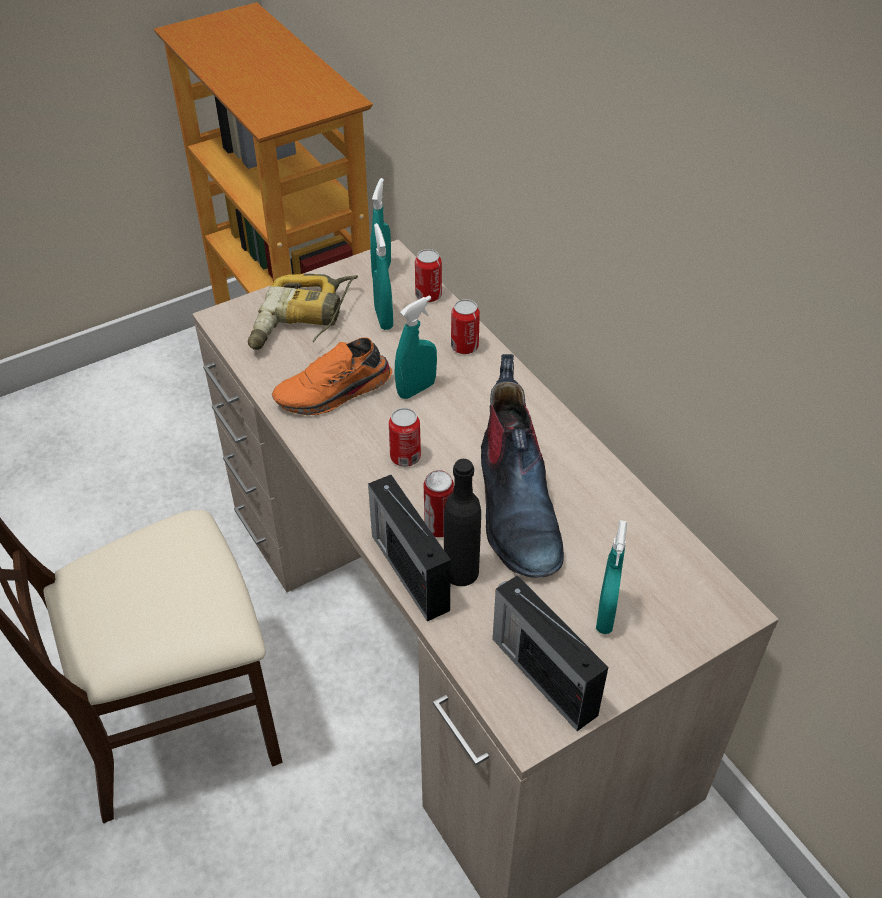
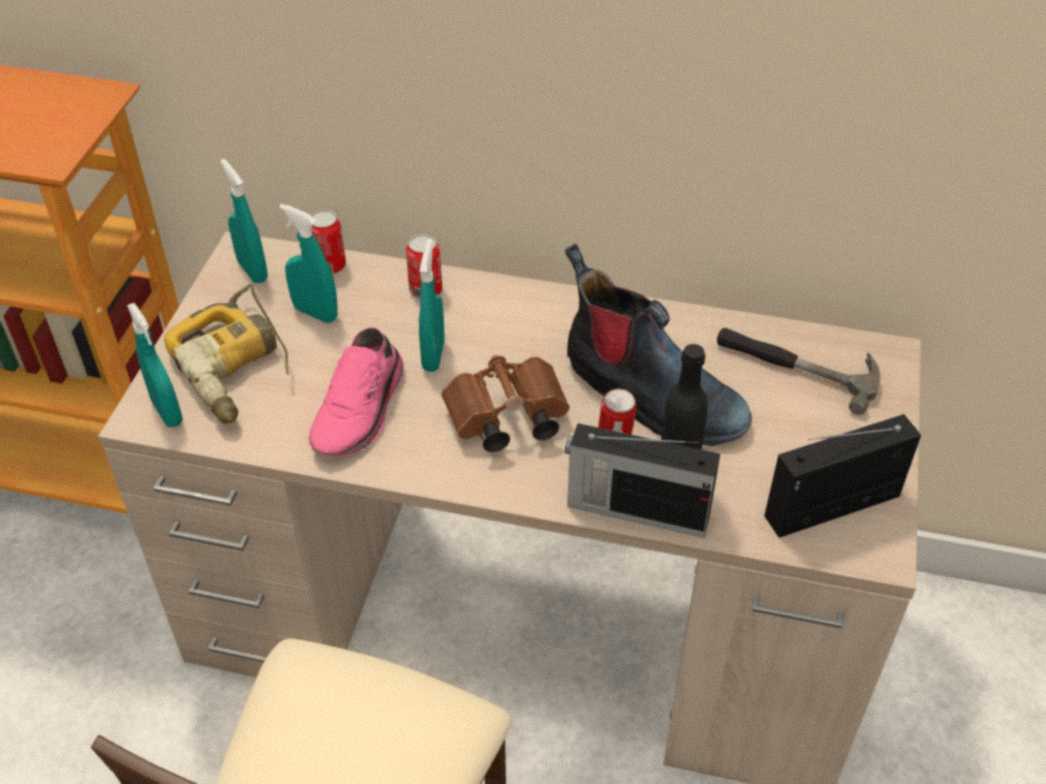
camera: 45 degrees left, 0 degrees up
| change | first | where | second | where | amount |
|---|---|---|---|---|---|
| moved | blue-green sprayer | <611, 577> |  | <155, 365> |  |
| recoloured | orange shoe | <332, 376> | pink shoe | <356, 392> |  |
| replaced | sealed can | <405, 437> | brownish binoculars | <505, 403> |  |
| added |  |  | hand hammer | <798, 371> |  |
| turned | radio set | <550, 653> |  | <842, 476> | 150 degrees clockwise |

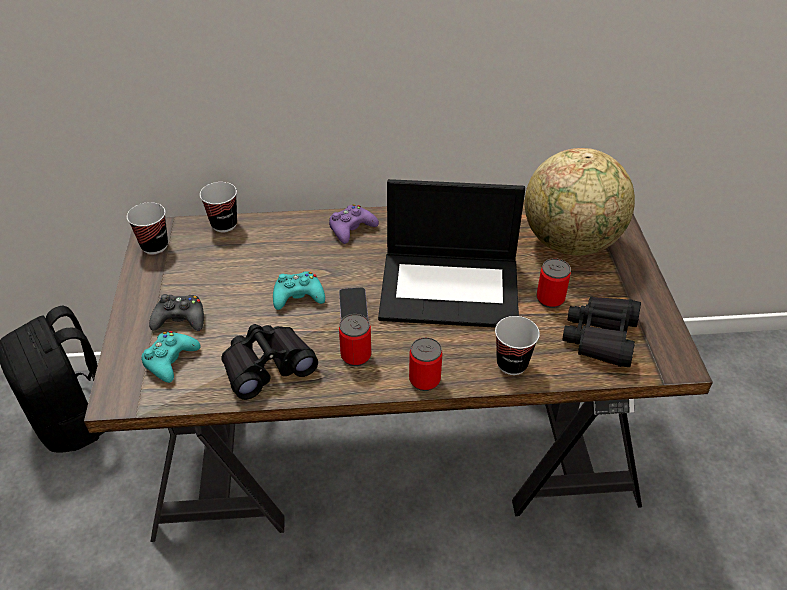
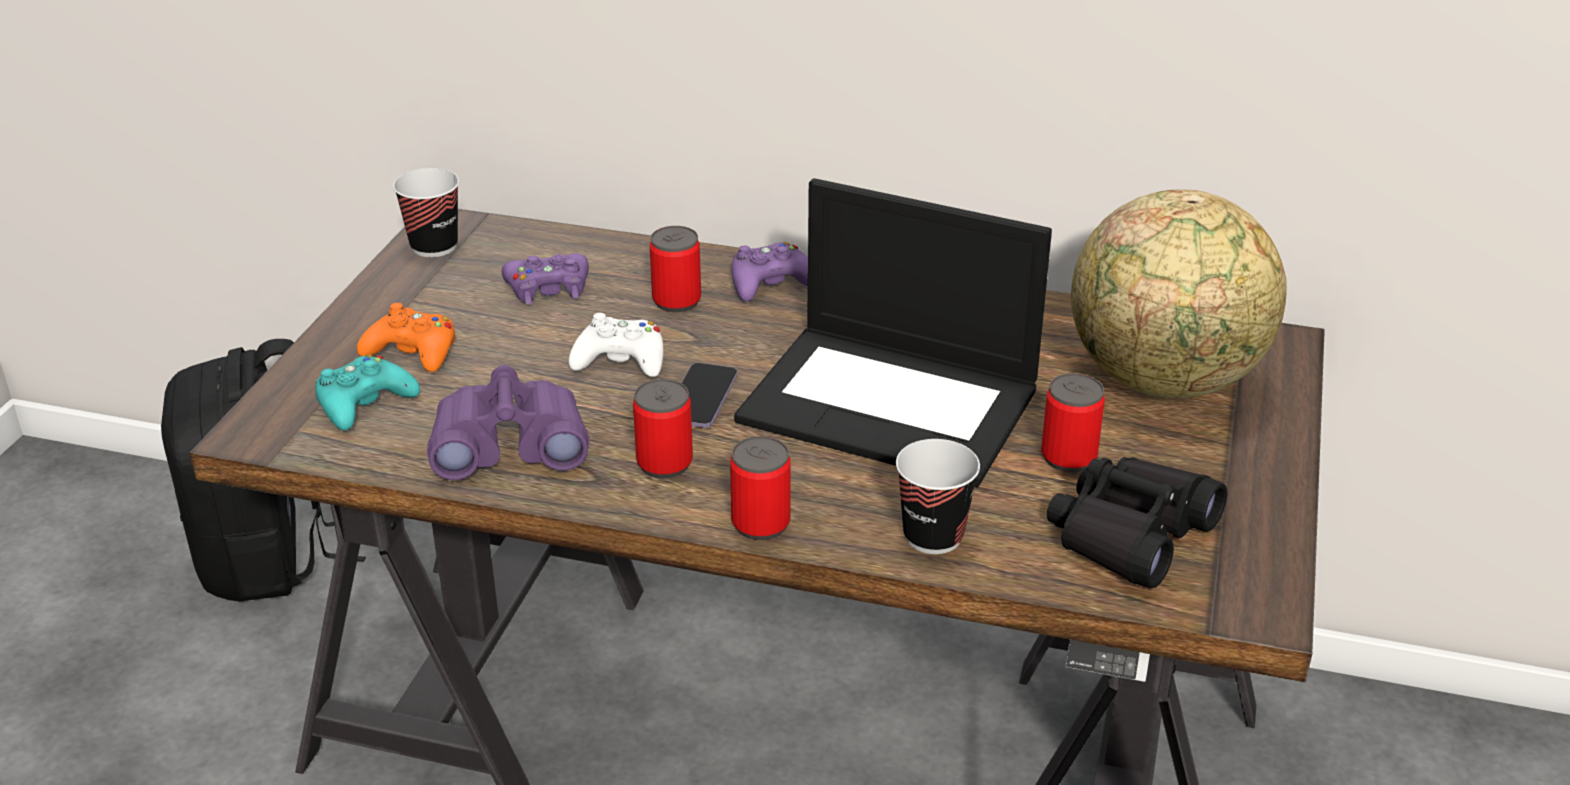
camera: 20 degrees right, 10 degrees down
| change | first | where | second | where | amount |
|---|---|---|---|---|---|
| recoloured | blackish joypad | <176, 312> | orange joypad | <406, 337> |  |
| recoloured | blackish binoculars | <270, 362> | purple binoculars | <508, 422> |  |
| added |  |  | purple joypad | <545, 279> |  |
| recoloured | blue-green joypad | <299, 290> | whitish joypad | <616, 345> |  |
| added |  |  | sealed can | <675, 269> |  |
| removed | cup | <218, 207> |  |  |  |

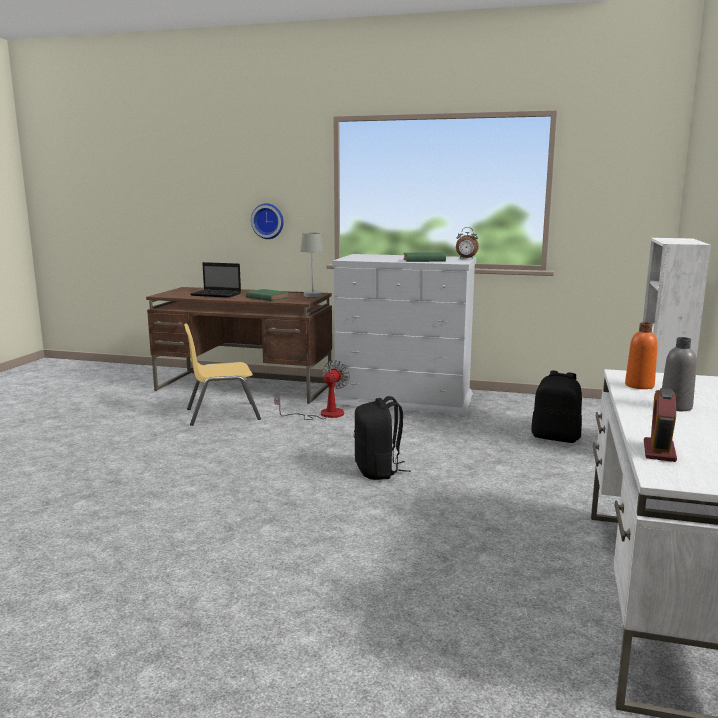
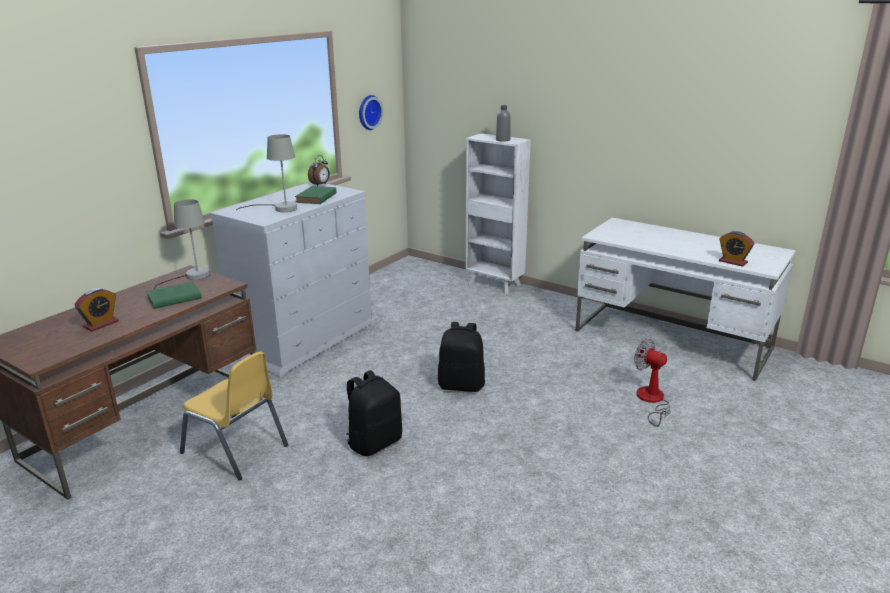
camera: 70 degrees left, 10 degrees up
| change | first | where | second | where | amount |
|---|---|---|---|---|---|
| replaced | laptop | <215, 280> | table clock | <96, 310> |  |
| turned | yellowish upright chair | <222, 374> |  | <234, 416> | 60 degrees counterclockwise |
| added |  |  | grey table lamp | <266, 173> |  |
| moved | blackish rucksack | <556, 407> |  | <374, 413> |  |
| moved | hanging clock | <267, 221> |  | <371, 112> |  |
| moved | grey beverage bottle | <679, 374> |  | <503, 123> |  |
| moved | fan | <312, 390> |  | <652, 383> |  |
| removed | orange beverage bottle | <641, 355> |  |  |  |

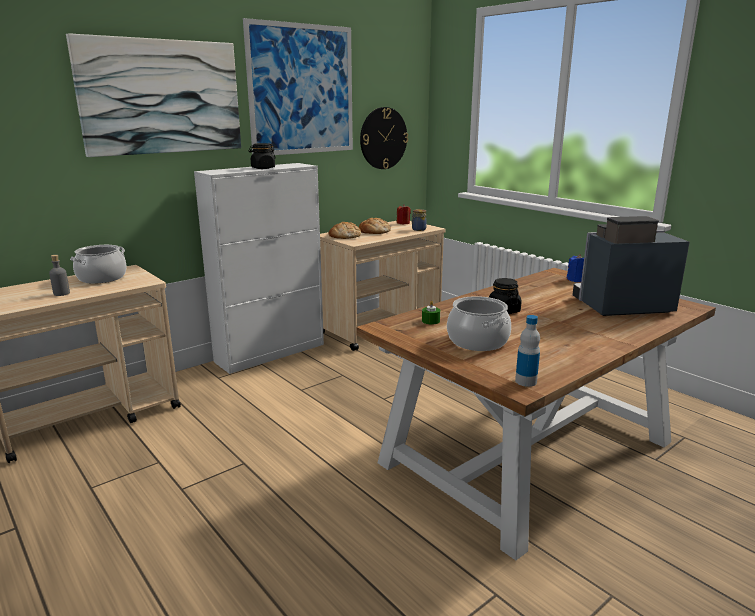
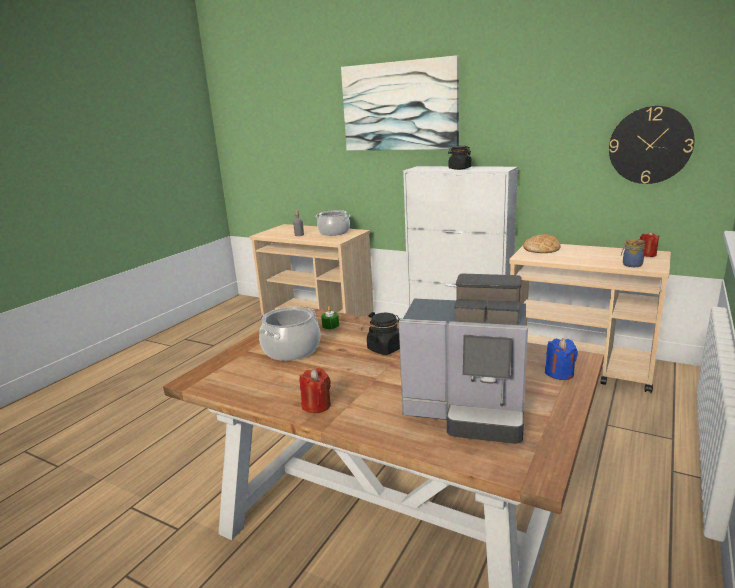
camera: 70 degrees right, 0 degrees up
| change | first | where | second | where | amount |
|---|---|---|---|---|---|
| added |  |  | red-coloured candle | <315, 390> |  |
| turned | coffee brewer | <631, 266> |  | <463, 359> | 135 degrees clockwise |
| removed | picture | <298, 86> |  |  |  |
| removed | baked bread | <375, 226> |  |  |  |
| removed | beverage bottle | <527, 351> |  |  |  |

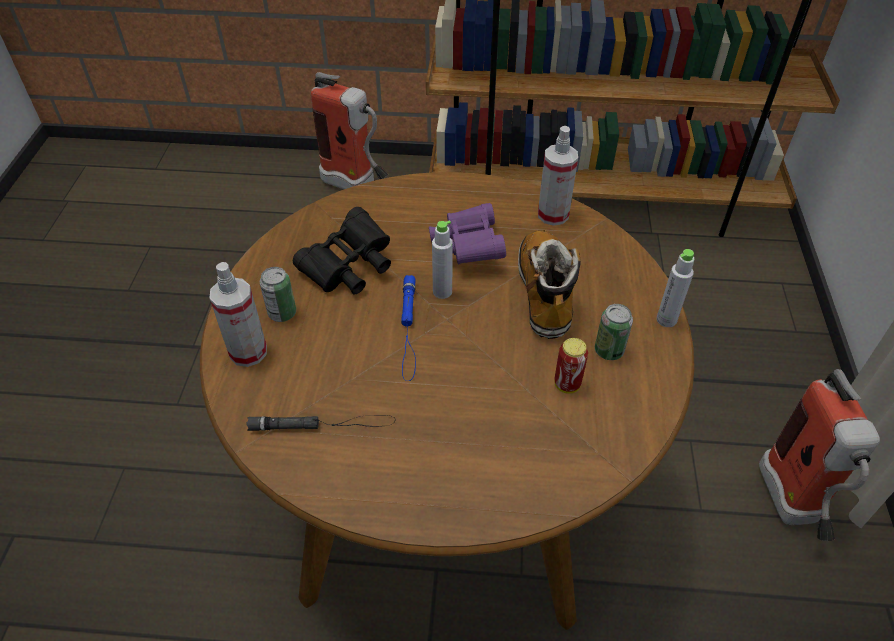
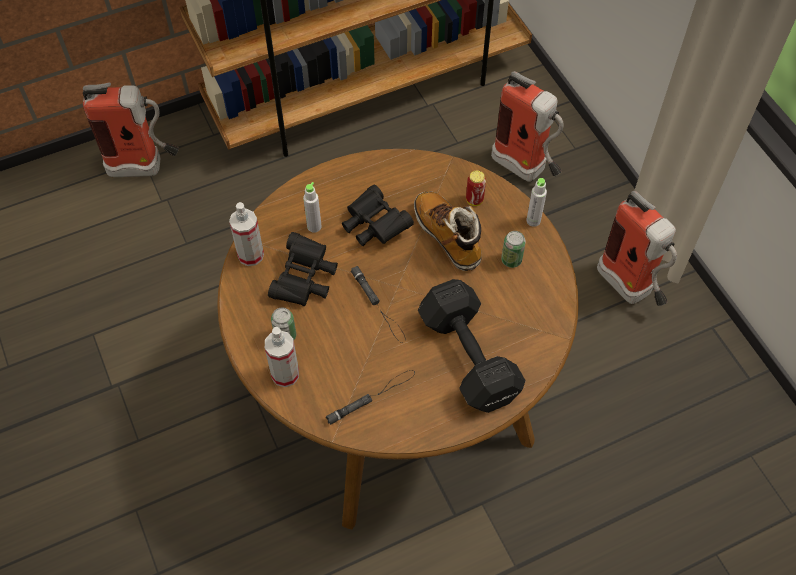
camera: 30 degrees left, 10 degrees up
| change | first | where | second | where | amount |
|---|---|---|---|---|---|
| moved | sprayer | <558, 176> |  | <246, 234> |  |
| moved | grey beverage bottle | <442, 259> |  | <312, 207> |  |
| recoloured | purple binoculars | <467, 233> | blackish binoculars | <378, 215> |  |
| recoloured | blue torch | <408, 328> | blackish torch | <378, 304> |  |
| added |  |  | blackish dumbbell | <472, 346> |  |
| moved | sealed can | <571, 366> |  | <476, 188> |  |
| added |  |  | fire-fighting cylinder | <527, 126> |  |

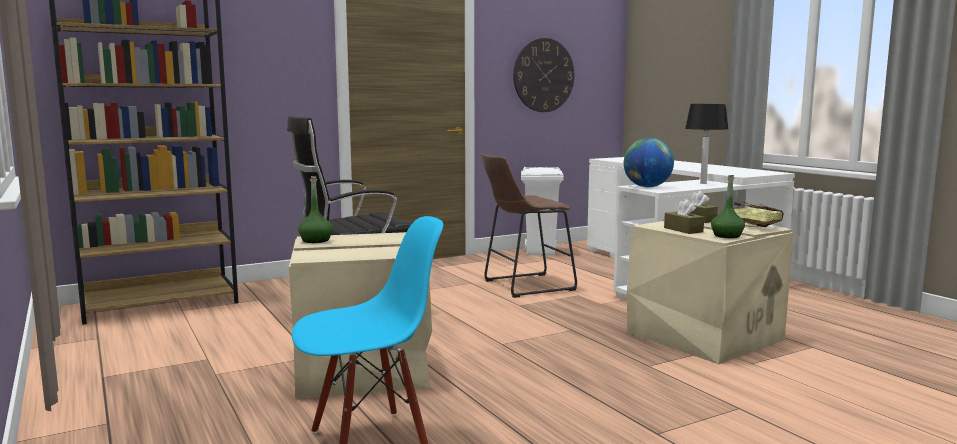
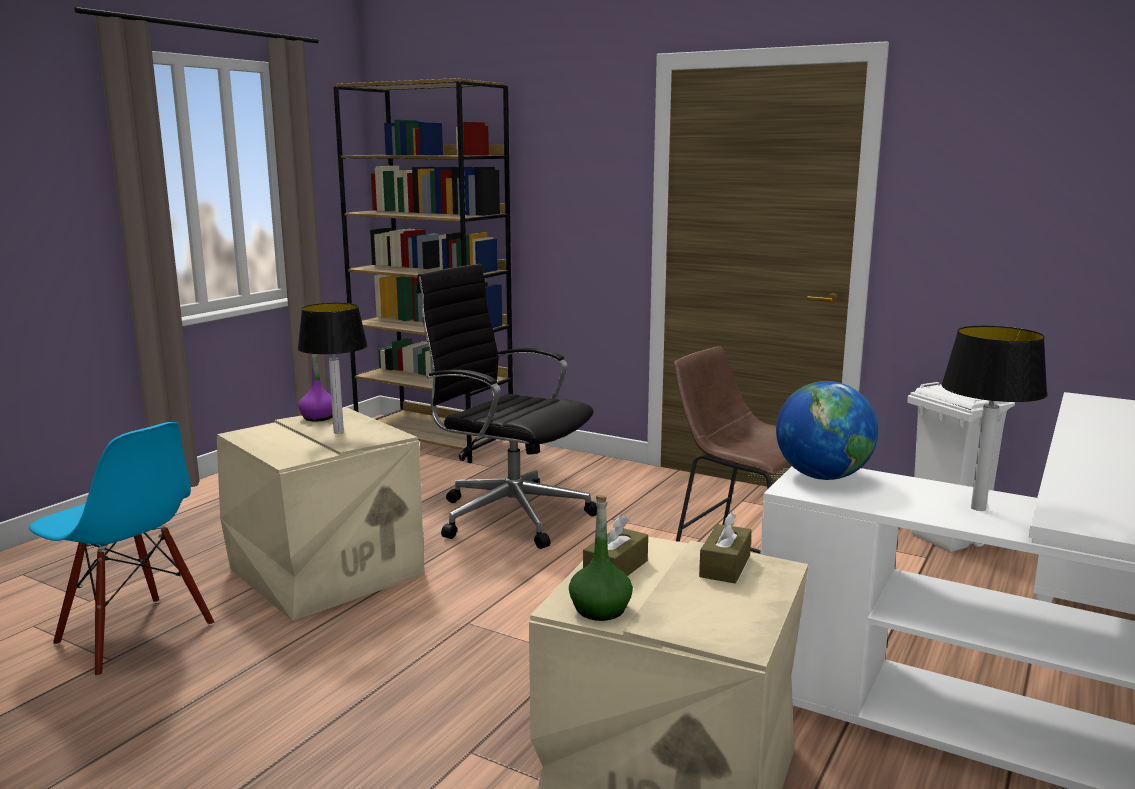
camera: 60 degrees right, 5 degrees up
| change | first | where | second | where | amount |
|---|---|---|---|---|---|
| added |  |  | table lamp | <333, 368> |  |
| recoloured | green beverage bottle | <315, 209> | purple beverage bottle | <315, 387> |  |
| removed | hanging clock | <543, 75> |  |  |  |
| removed | bound book | <759, 214> |  |  |  |

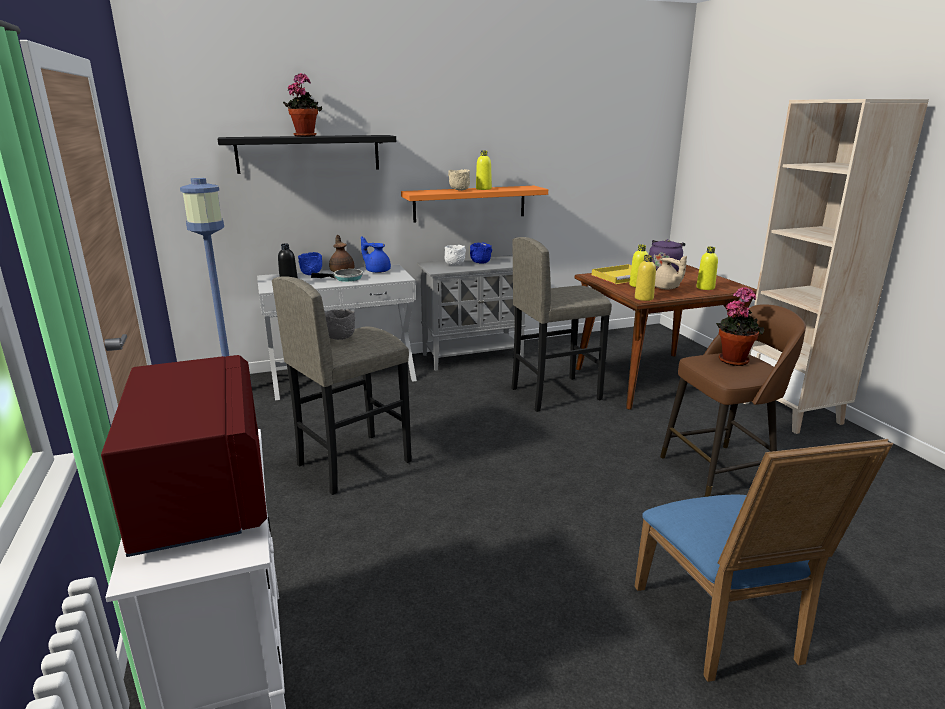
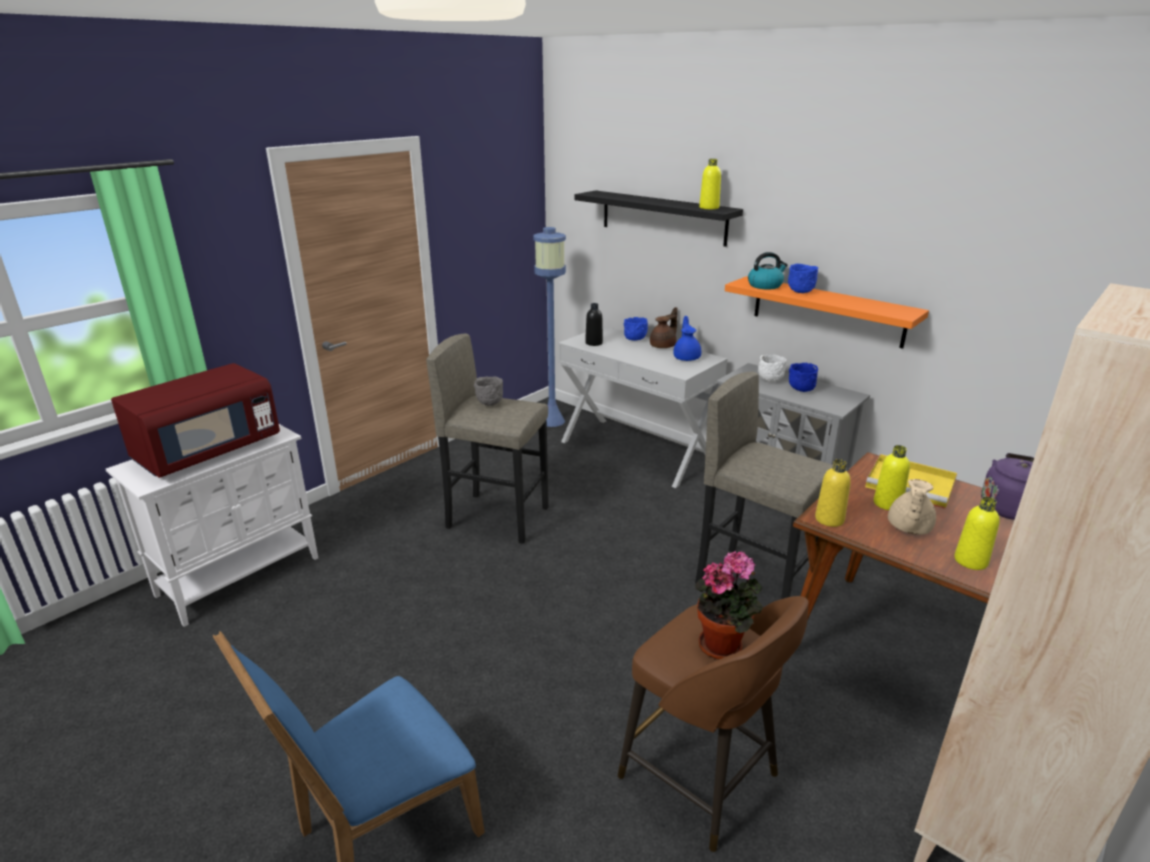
camera: 60 degrees right, 5 degrees up
| change | first | where | second | where | amount |
|---|---|---|---|---|---|
| moved | yellowish beverage bottle | <484, 170> |  | <710, 184> |  |
| added |  |  | kettle | <768, 271> |  |
| recoloured | beige-coloured serving bowl | <459, 180> | blue serving bowl | <803, 278> |  |
| removed | houseplant | <302, 105> |  |  |  |
| removed | skillet | <337, 275> |  |  |  |

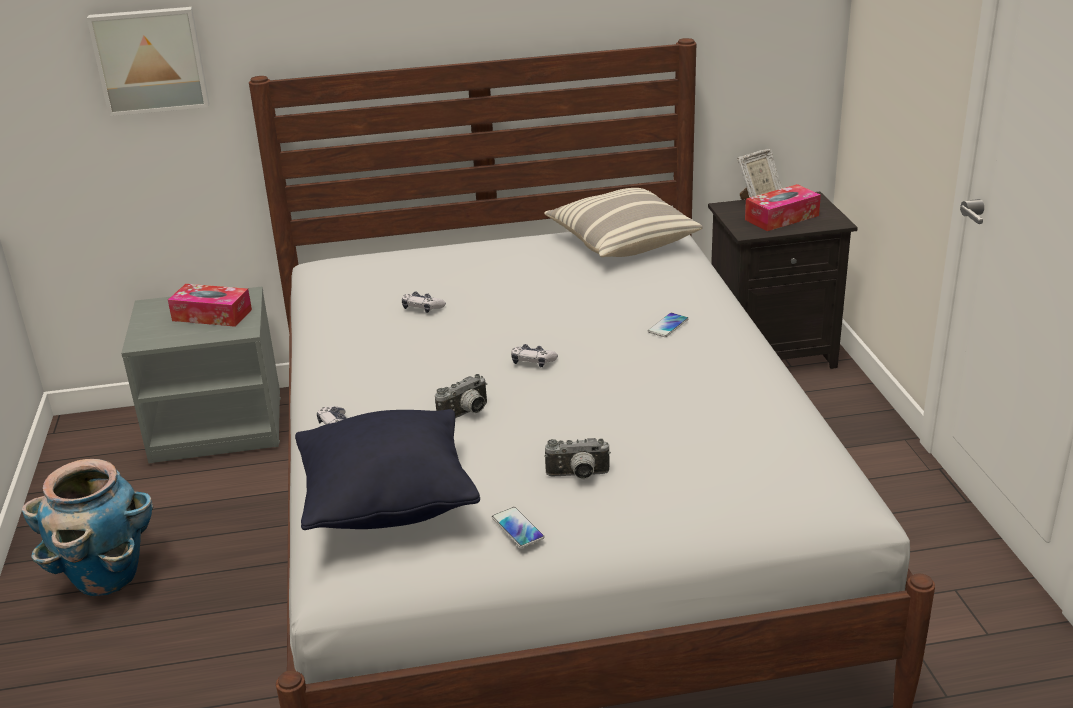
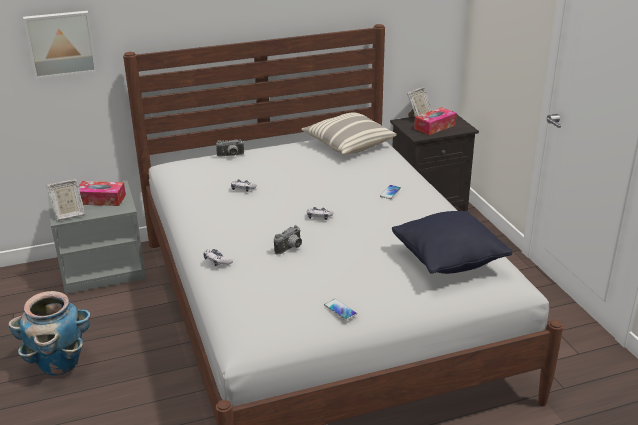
camera: 10 degrees left, 0 degrees up
| change | first | where | second | where | amount |
|---|---|---|---|---|---|
| added |  |  | standing frame | <65, 200> |  |
| moved | still camera | <577, 458> |  | <230, 148> |  |
| moved | blackish pillow | <387, 469> |  | <452, 242> |  |

